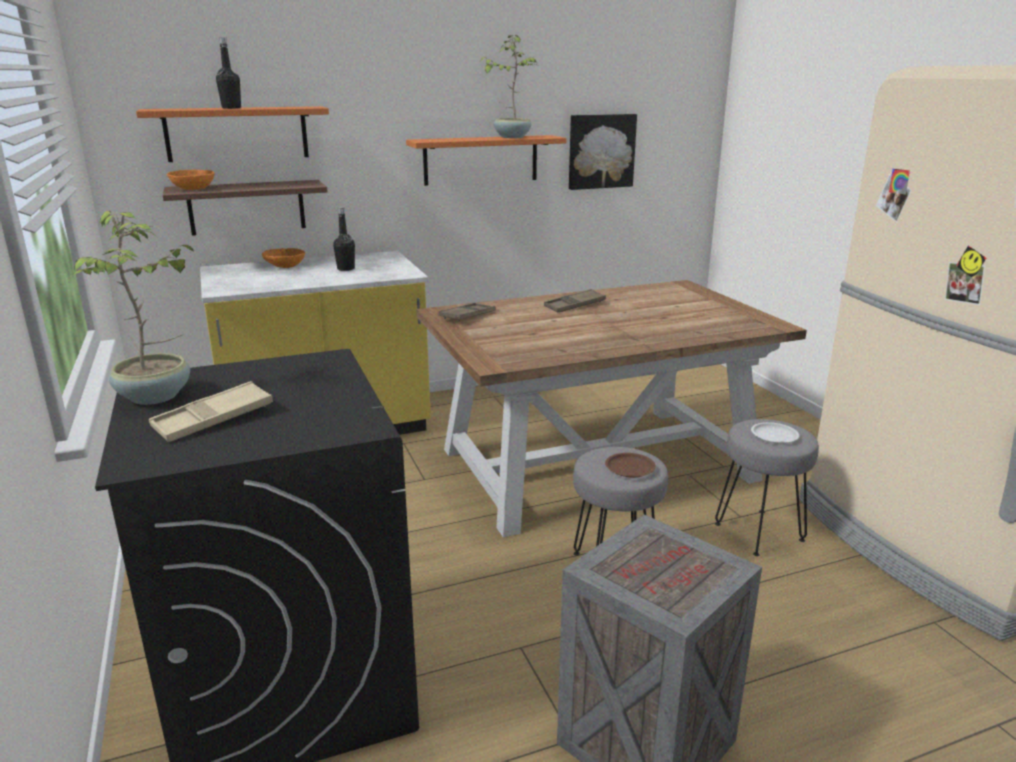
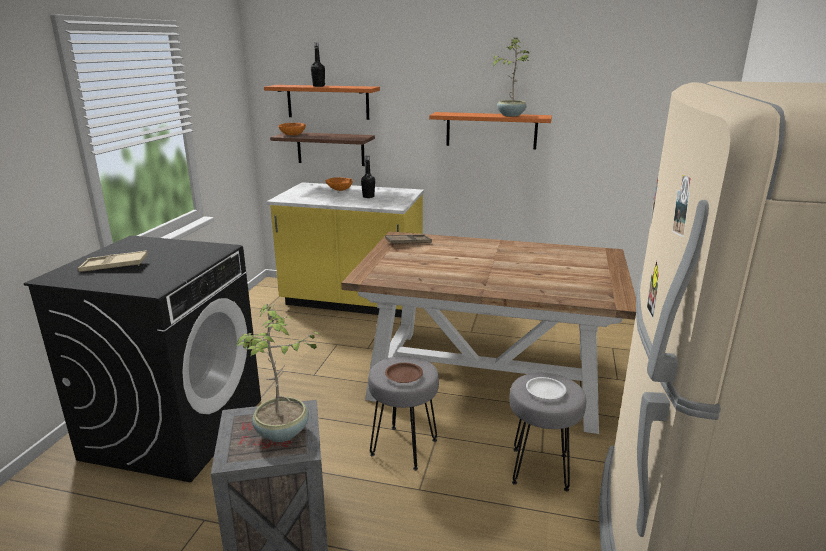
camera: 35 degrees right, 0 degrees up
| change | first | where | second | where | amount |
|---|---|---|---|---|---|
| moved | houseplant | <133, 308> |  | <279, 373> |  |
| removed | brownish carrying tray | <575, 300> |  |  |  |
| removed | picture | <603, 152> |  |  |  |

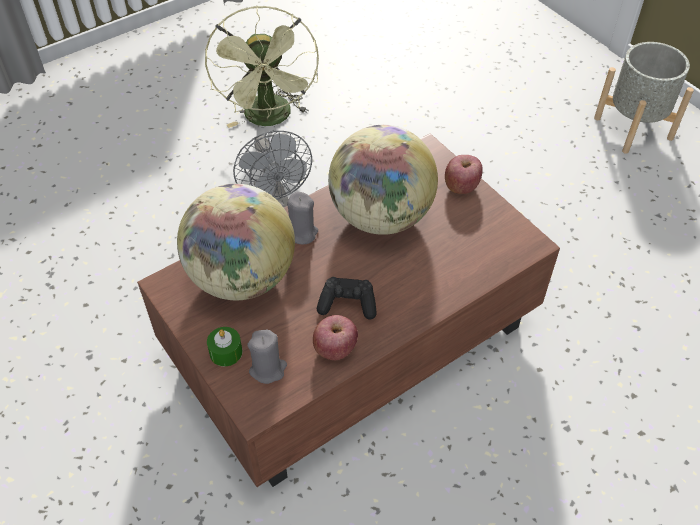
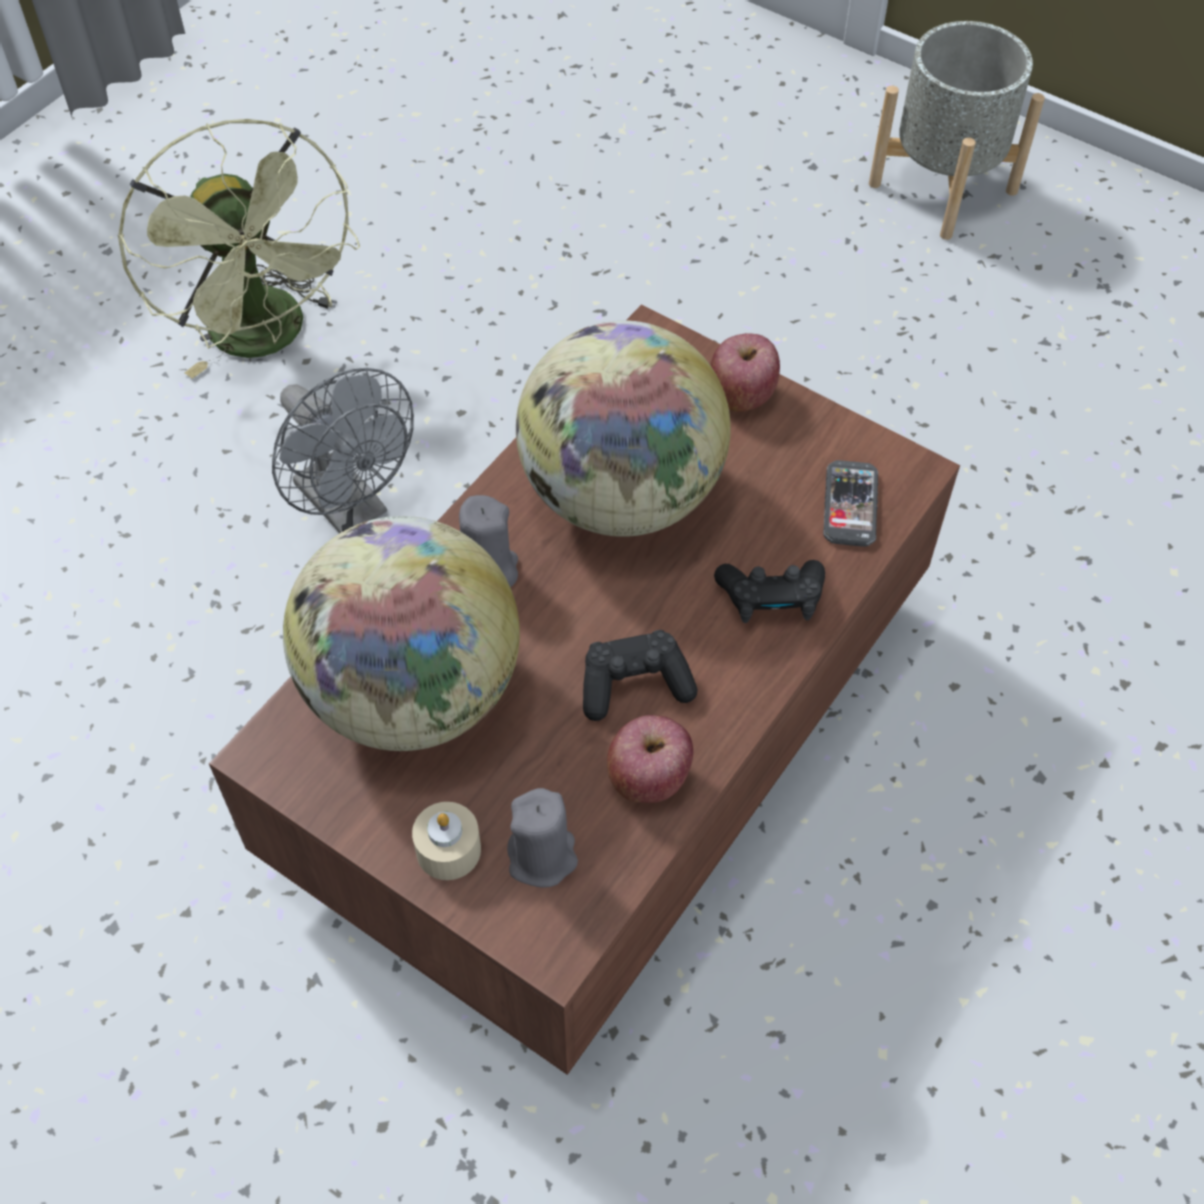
camera: 20 degrees left, 5 degrees up
| change | first | where | second | where | amount |
|---|---|---|---|---|---|
| recoloured | green candle | <224, 346> | beige-coloured candle | <446, 841> |  |
| added |  |  | blackish joypad | <769, 591> |  |
| added |  |  | phone | <850, 503> |  |

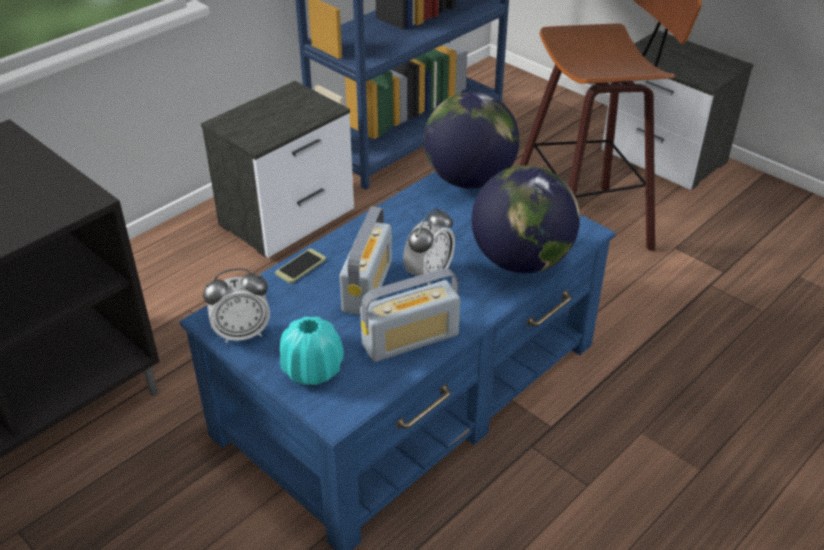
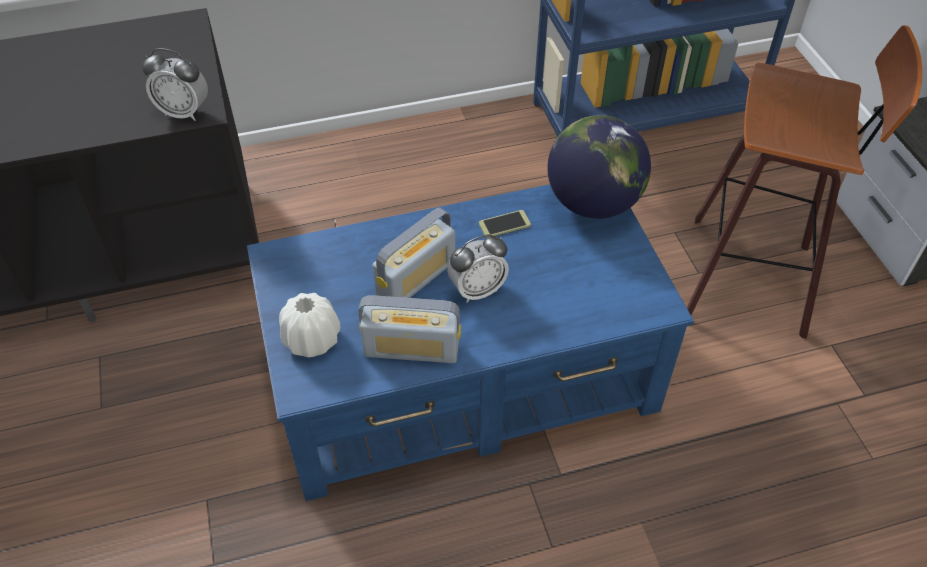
camera: 30 degrees right, 10 degrees up
| change | first | where | second | where | amount |
|---|---|---|---|---|---|
| moved | table clock | <236, 305> |  | <175, 84> |  |
| recoloured | blue-green flower vase | <312, 351> | whitish flower vase | <309, 325> |  |
| moved | phone | <300, 266> |  | <505, 224> |  |
| removed | night table | <277, 169> |  |  |  |
| removed | world globe | <525, 219> |  |  |  |

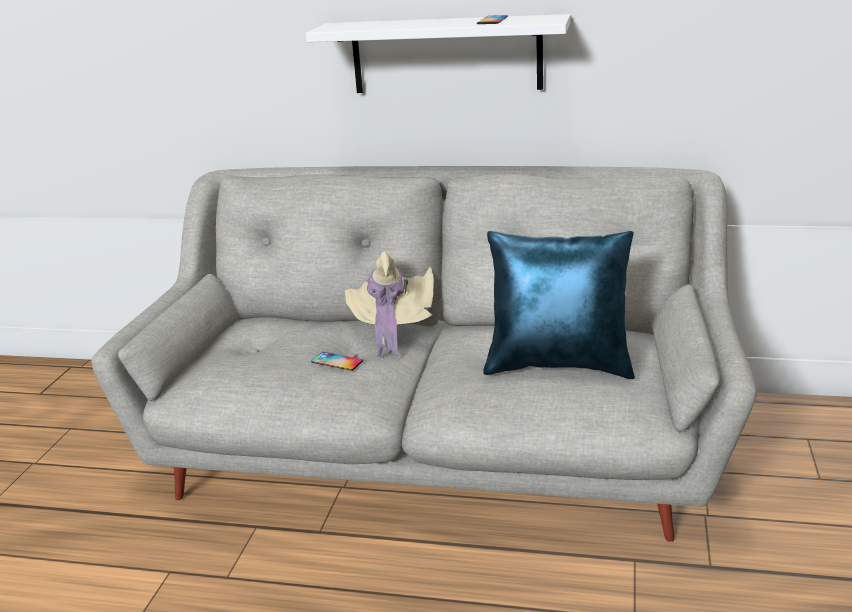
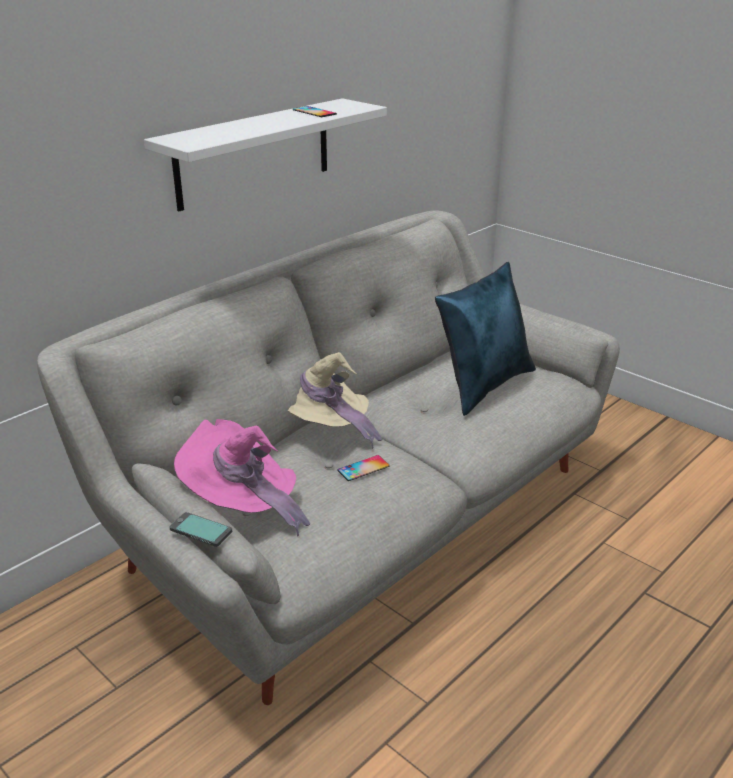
camera: 60 degrees left, 5 degrees up
| change | first | where | second | where | amount |
|---|---|---|---|---|---|
| added |  |  | phone | <200, 529> |  |
| added |  |  | pink hat | <242, 478> |  |

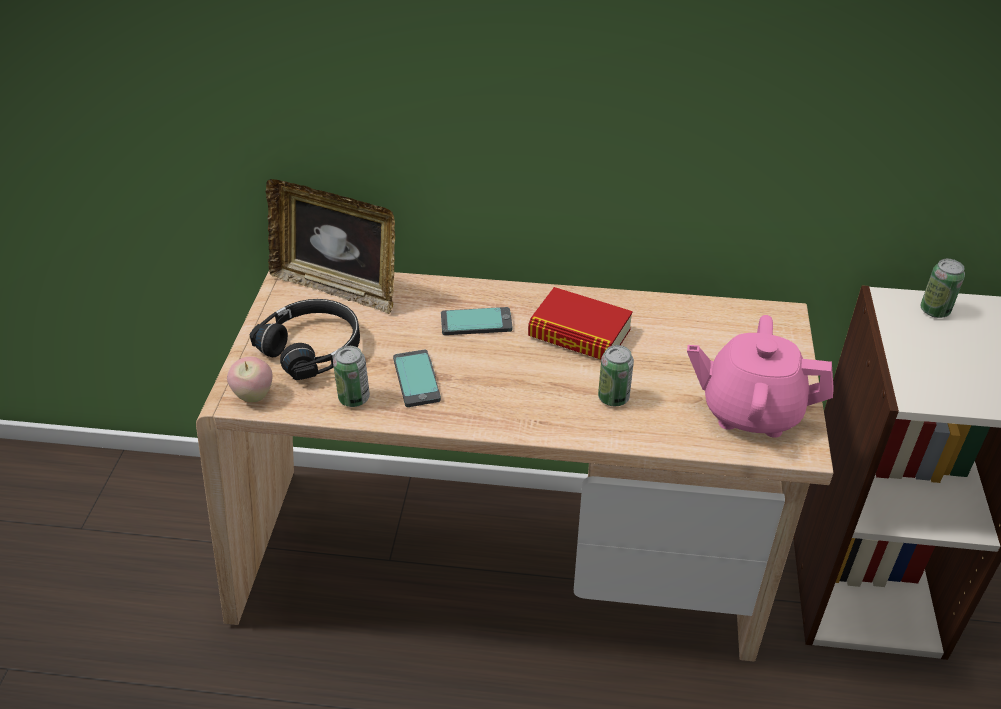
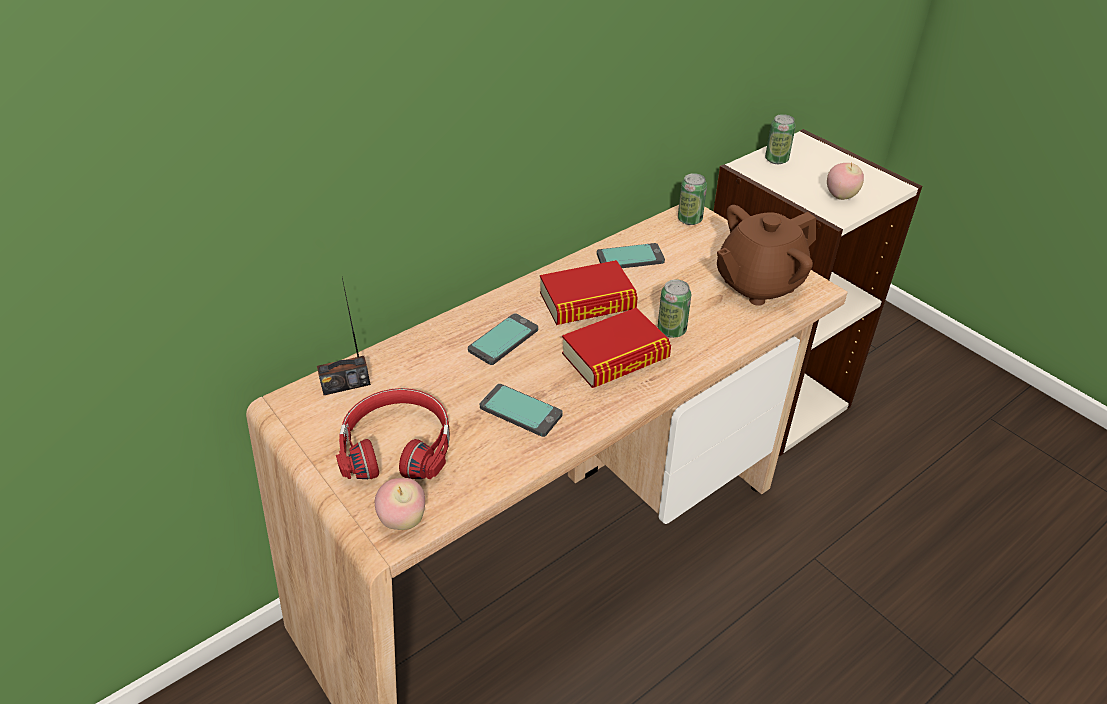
camera: 45 degrees left, 0 degrees up
| change | first | where | second | where | amount |
|---|---|---|---|---|---|
| replaced | standing frame | <330, 246> | radio set | <344, 336> |  |
| recoloured | blackish headphones | <305, 339> | red-coloured headphones | <393, 433> |  |
| added |  |  | bound book | <616, 347> |  |
| added |  |  | phone | <631, 255> |  |
| moved | sealed can | <351, 376> |  | <692, 199> |  |
| recoloured | pink pot for tea | <760, 376> | brownish pot for tea | <766, 255> |  |
| added |  |  | apple fruit | <845, 181> |  |

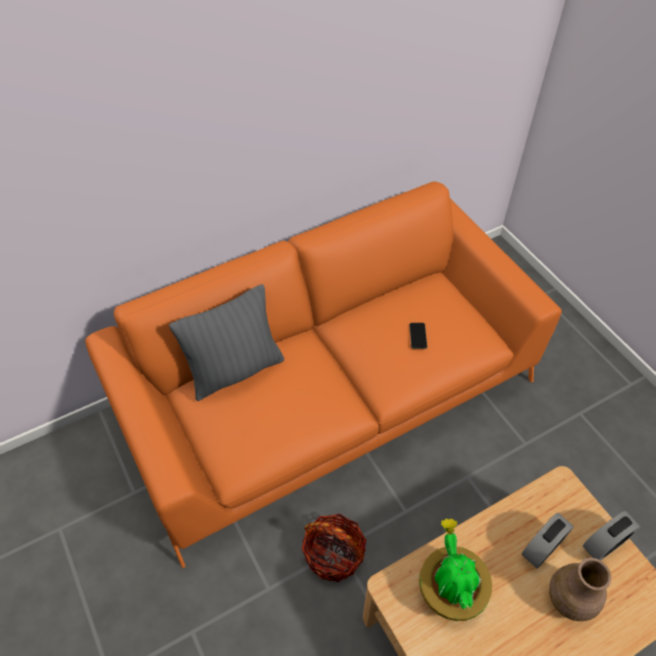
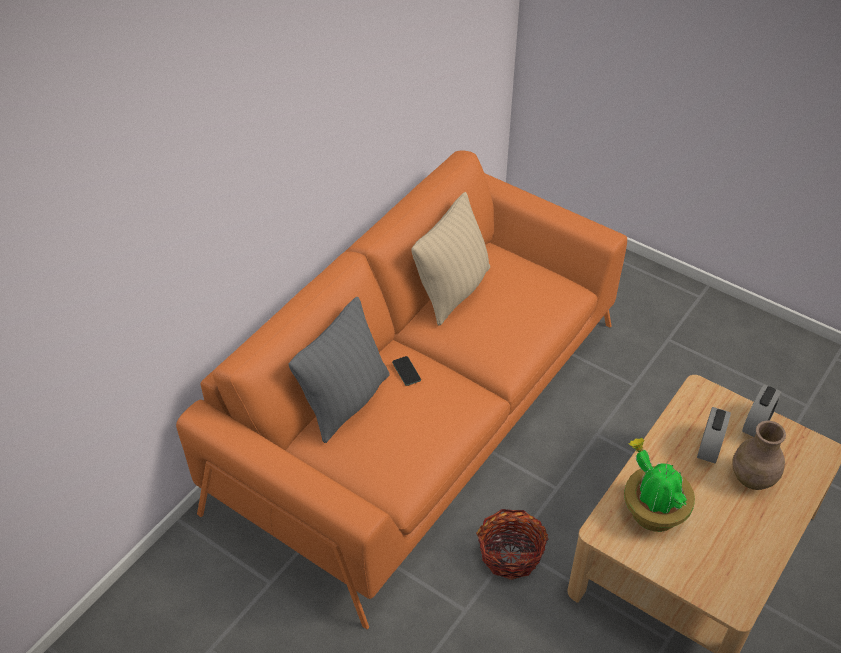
camera: 25 degrees left, 5 degrees down
| change | first | where | second | where | amount |
|---|---|---|---|---|---|
| moved | phone | <418, 336> |  | <406, 371> |  |
| added |  |  | beige-coloured pillow | <450, 259> |  |

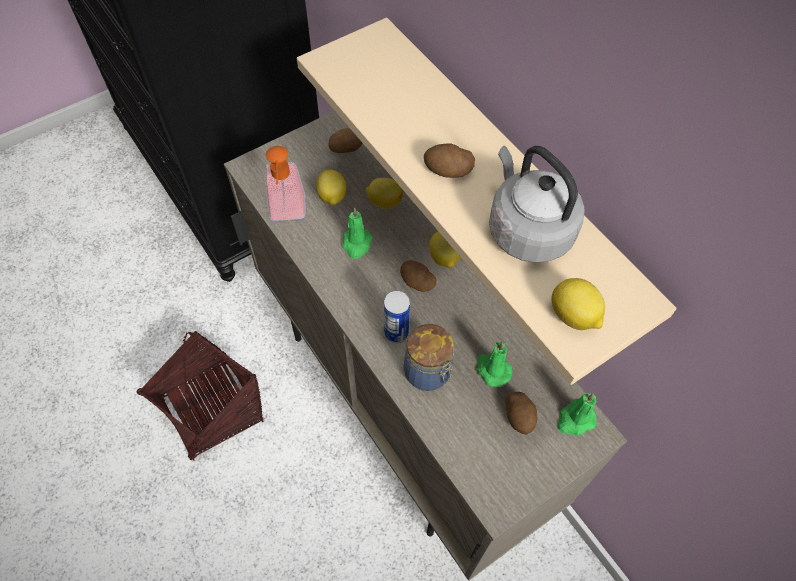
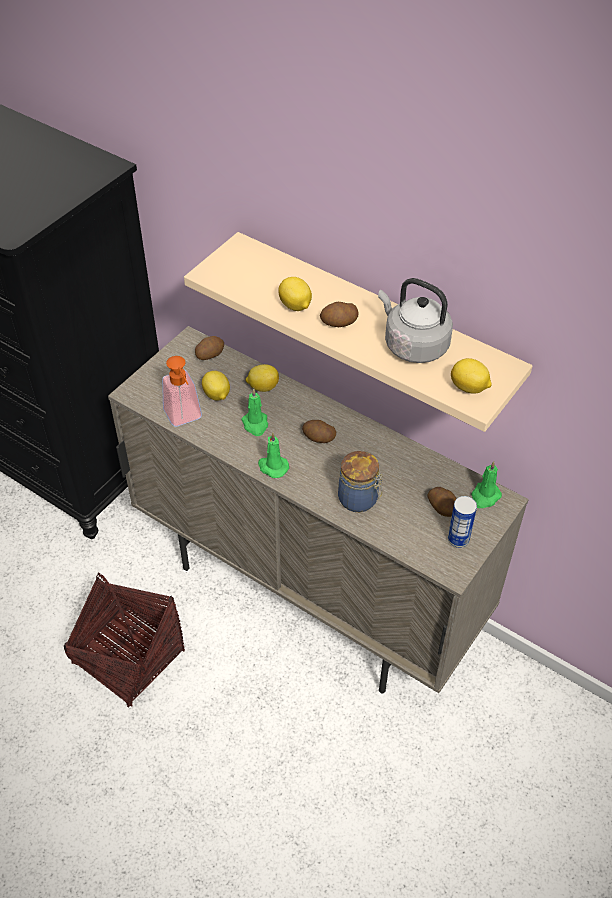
camera: 20 degrees left, 10 degrees down
| change | first | where | second | where | amount |
|---|---|---|---|---|---|
| moved | green candle | <495, 364> |  | <273, 455> |  |
| moved | whole lemon | <444, 249> |  | <295, 294> |  |
| moved | sealed can | <397, 317> |  | <462, 522> |  |

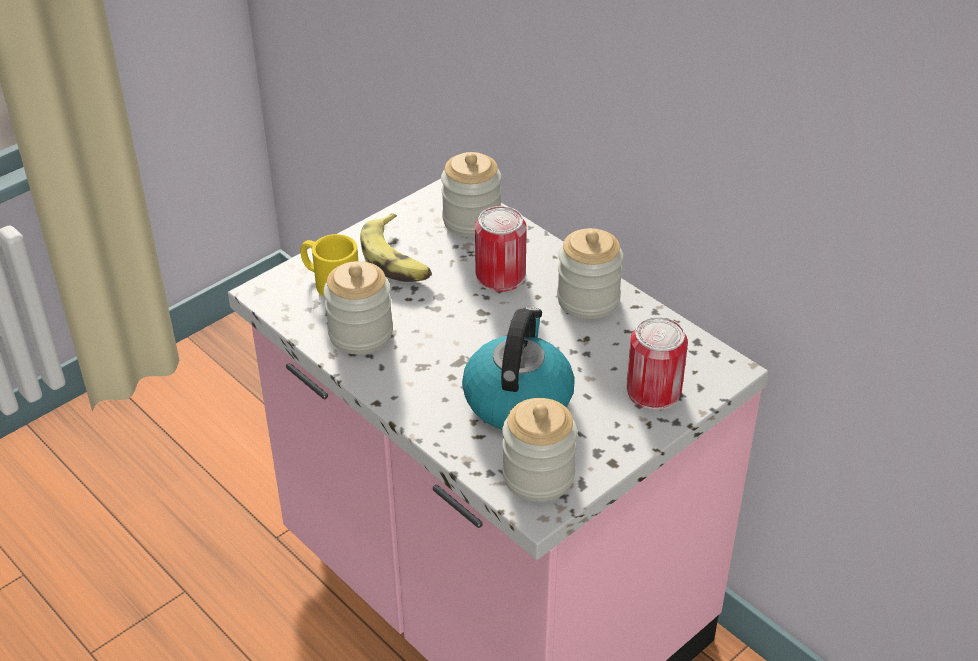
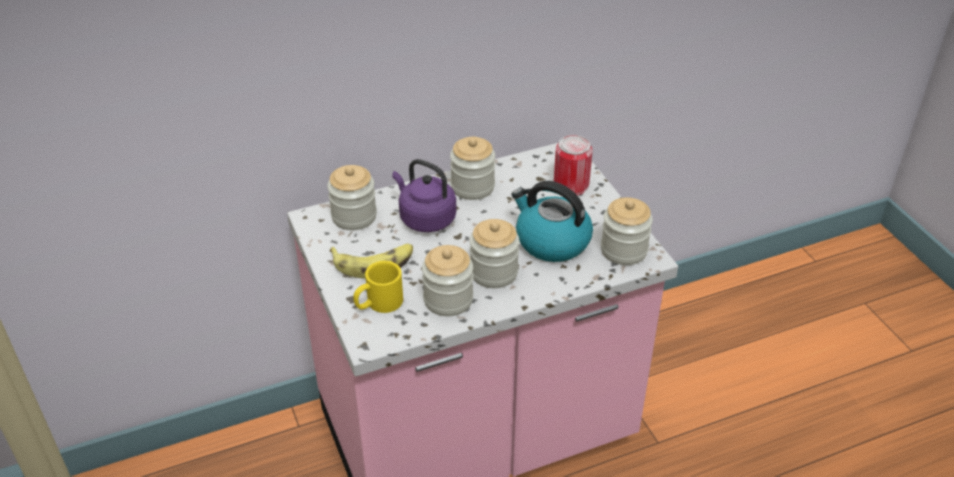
camera: 70 degrees left, 0 degrees up
| change | first | where | second | where | amount |
|---|---|---|---|---|---|
| replaced | sealed can | <501, 249> | purple kettle | <424, 195> |  |
| added |  |  | preserve jar | <494, 253> |  |

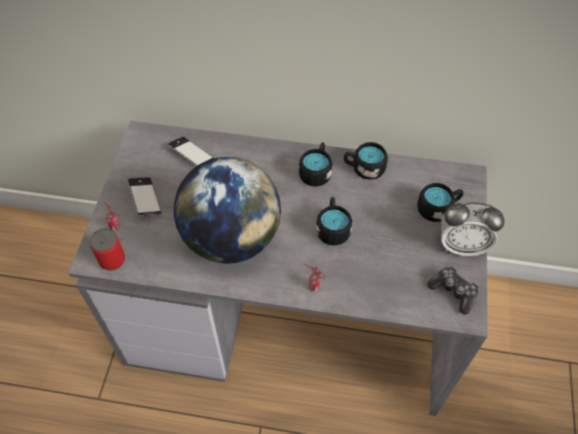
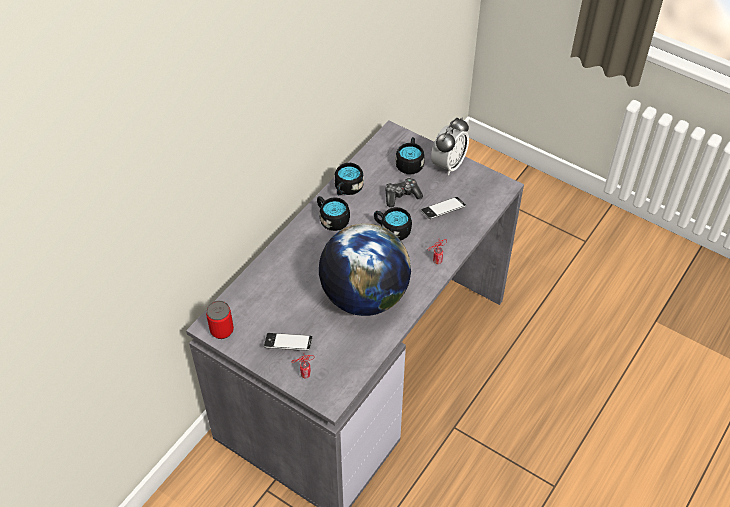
camera: 65 degrees left, 5 degrees down
| change | first | where | second | where | amount |
|---|---|---|---|---|---|
| moved | sealed can | <107, 249> |  | <220, 320> |  |
| moved | joypad | <452, 290> |  | <404, 192> |  |
| moved | phone | <191, 151> |  | <443, 208> |  |

